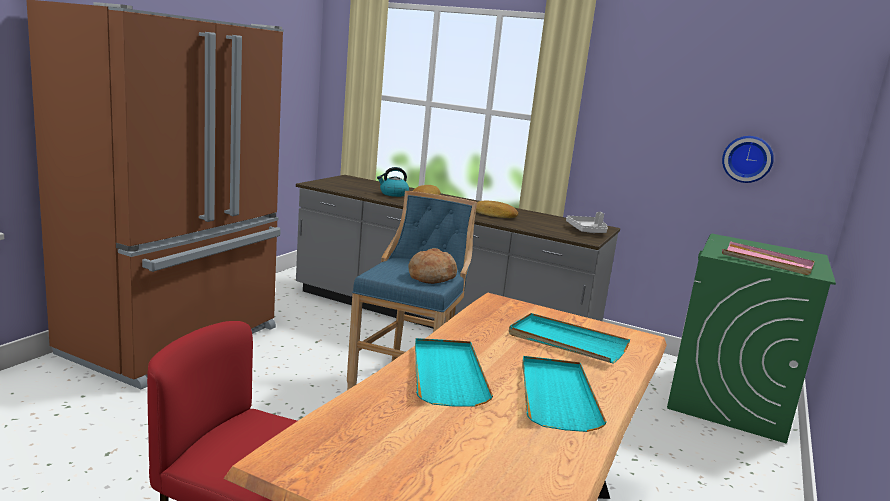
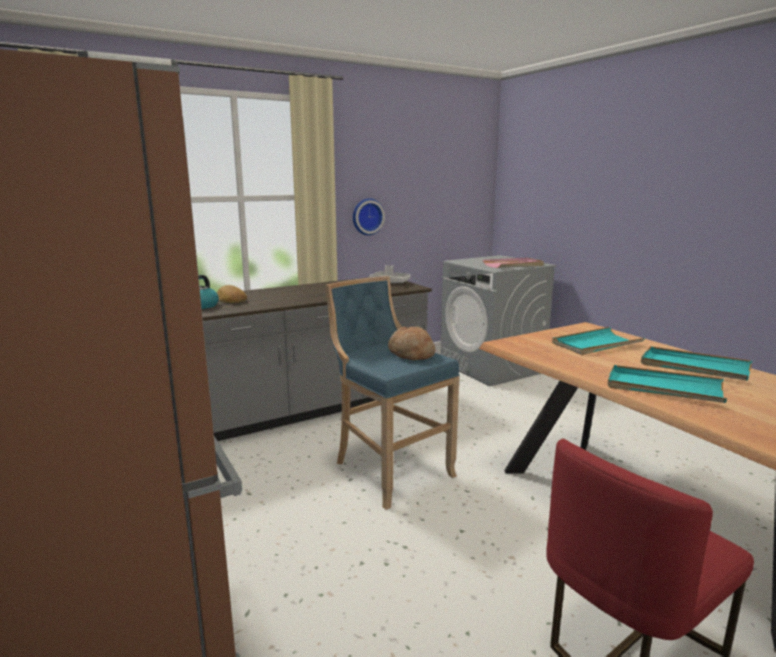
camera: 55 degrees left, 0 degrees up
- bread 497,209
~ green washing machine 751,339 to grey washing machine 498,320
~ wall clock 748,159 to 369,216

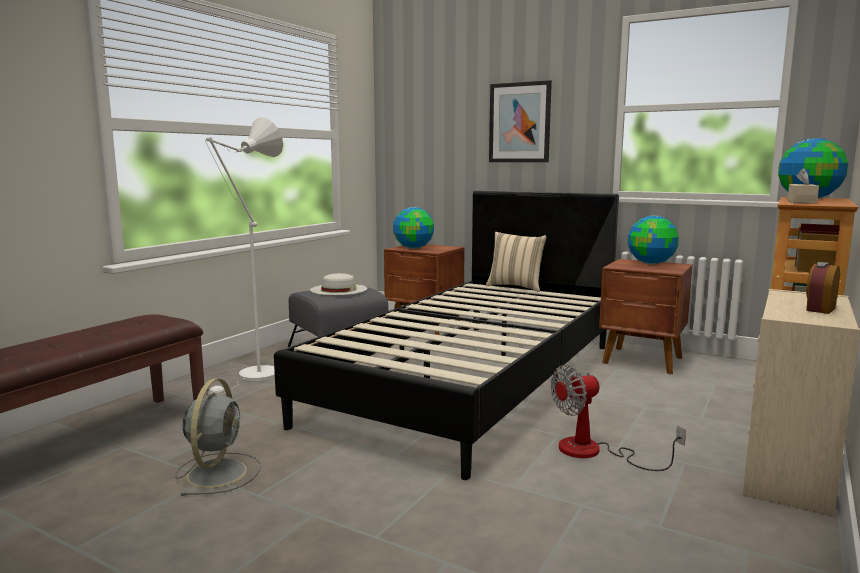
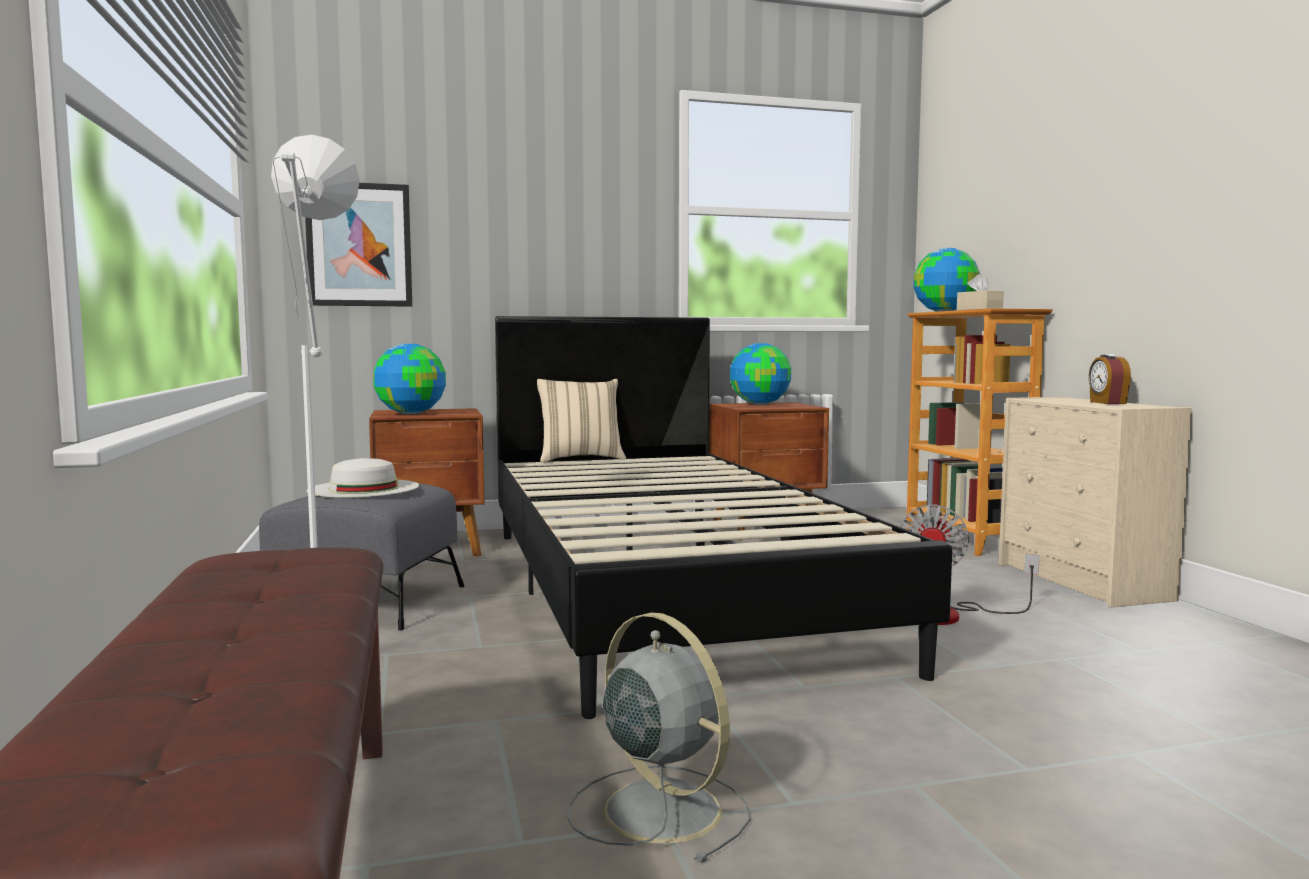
camera: 45 degrees left, 5 degrees down
~ picture 520,121 to 358,245

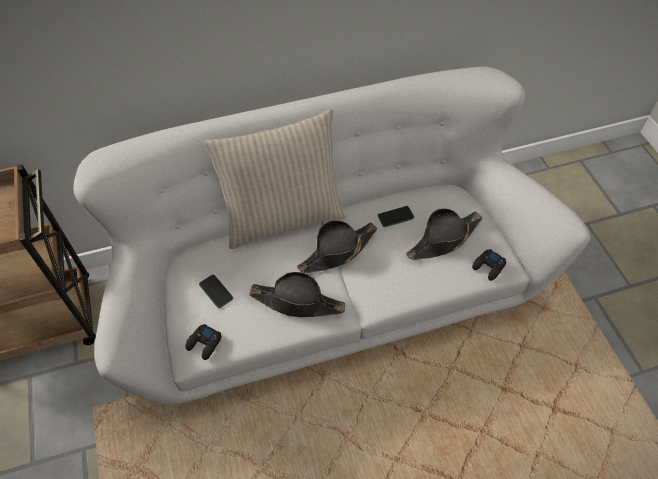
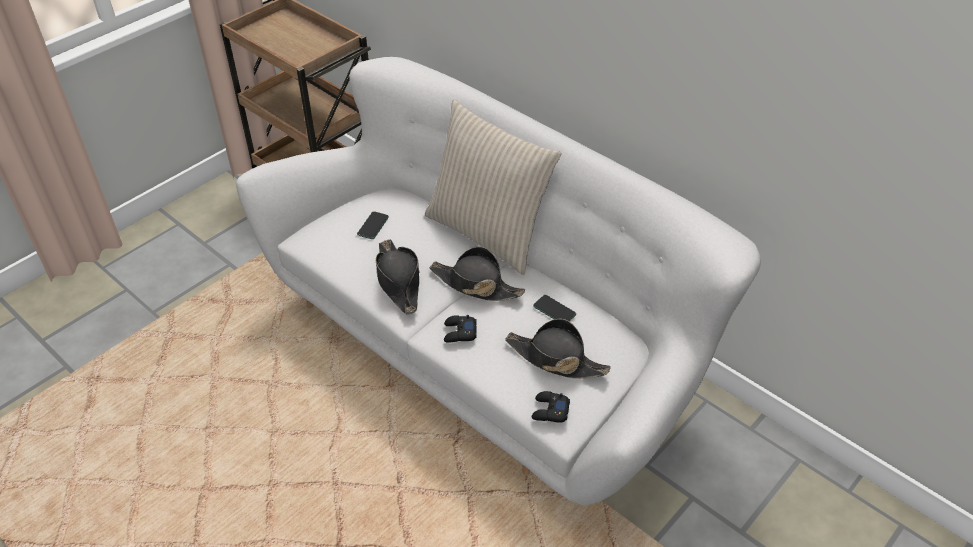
camera: 60 degrees right, 10 degrees down
~ black game controller 203,342 to 460,329

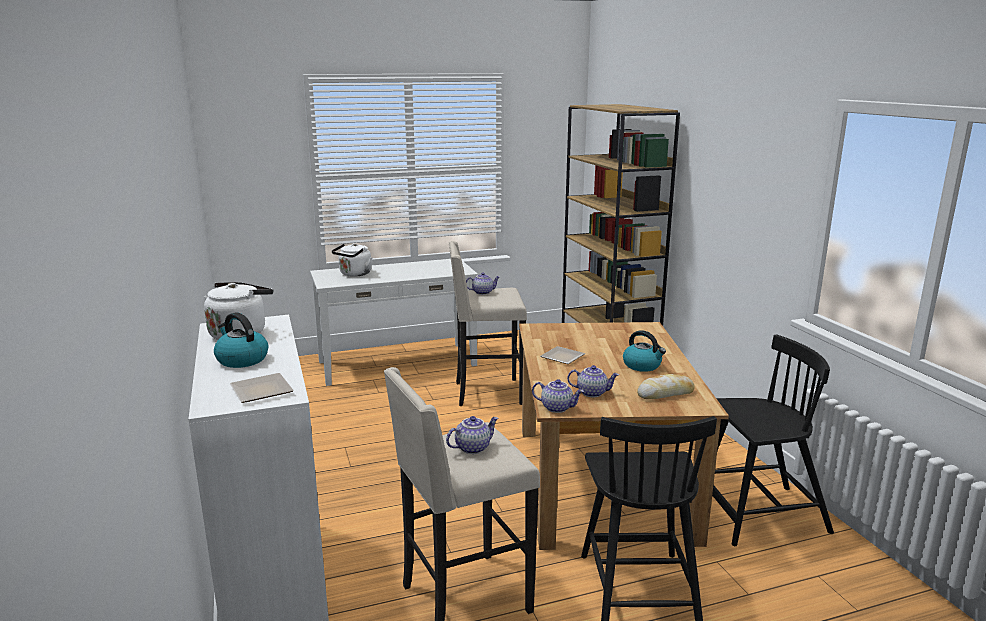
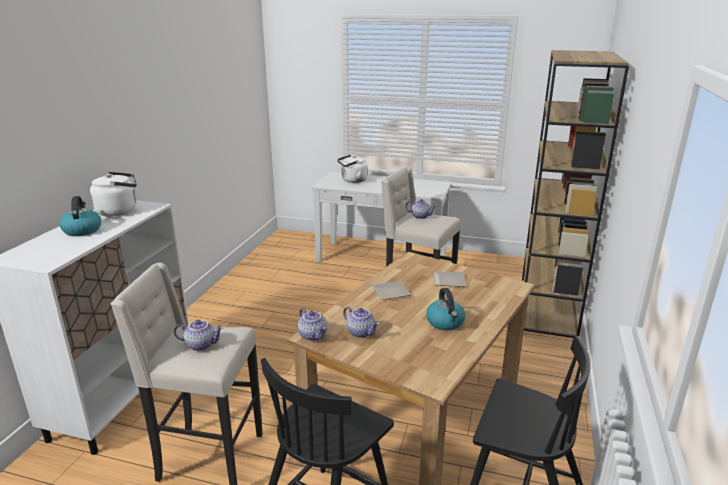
camera: 35 degrees right, 5 degrees up
~ plate 262,388 to 450,279
- bread 666,386

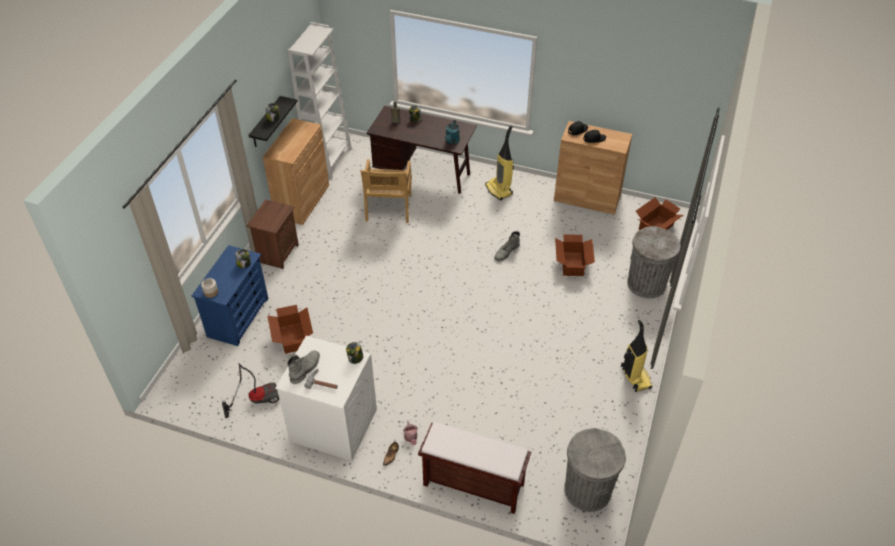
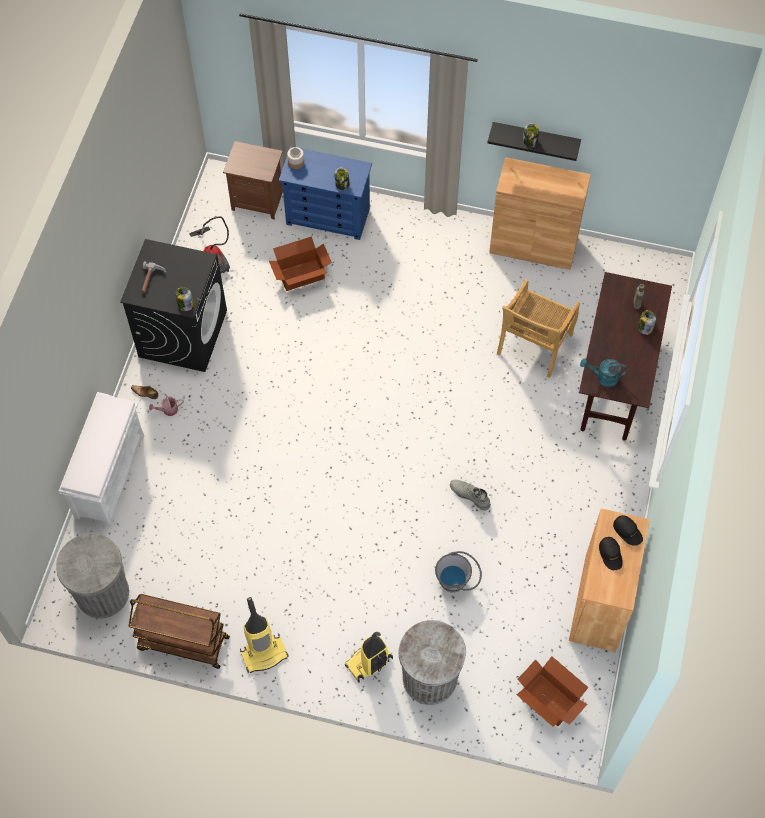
camera: 85 degrees right, 15 degrees up
~ brown nightstand 273,234 to 253,180
~ white washing machine 326,398 to black washing machine 173,305
- grey boot 303,367
- white bookcase 320,100
~ beige chair 386,191 = 538,328 60 degrees counterclockwise
~ brown bench 474,468 to white bench 101,459
~ vacuum cleaner 499,162 to 369,657
~ cardboard box 575,255 to grey bucket 458,572
+ brown cart 179,631

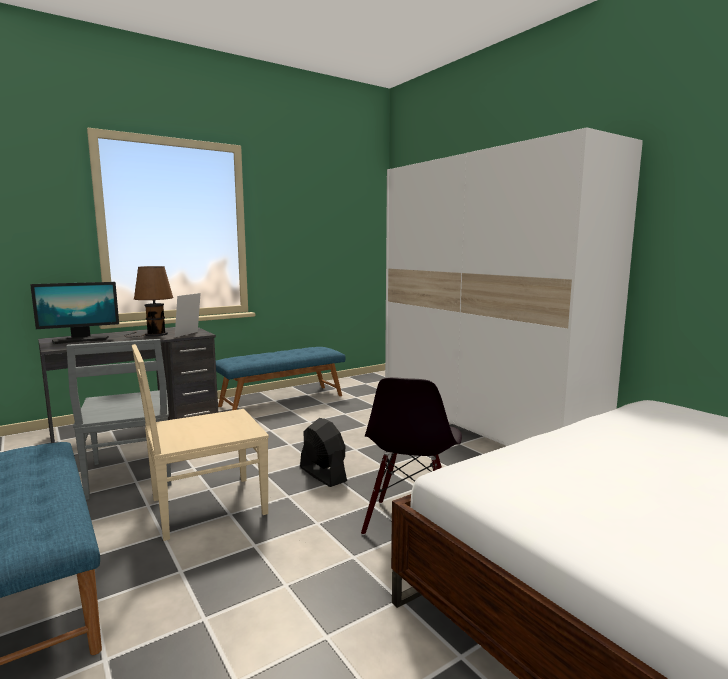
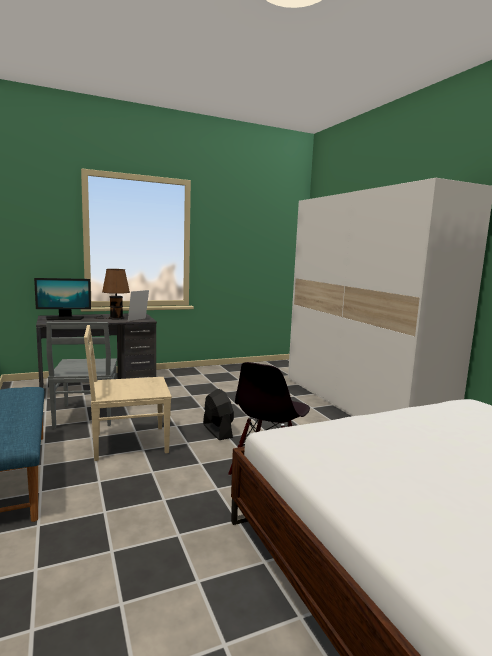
camera: 10 degrees right, 0 degrees up
- blue bench 281,378

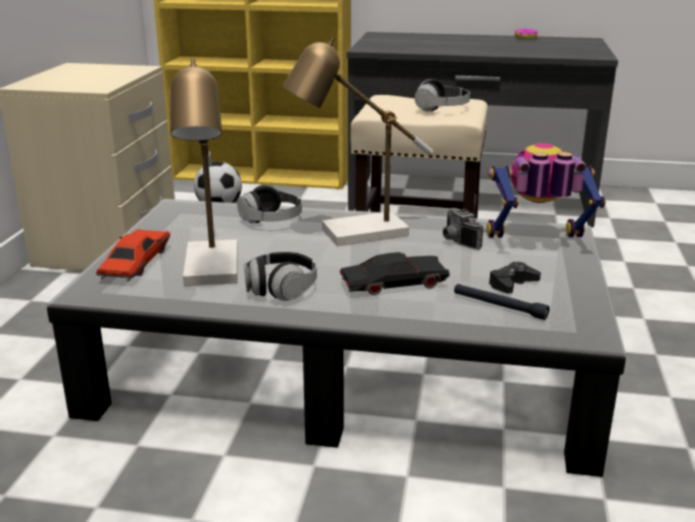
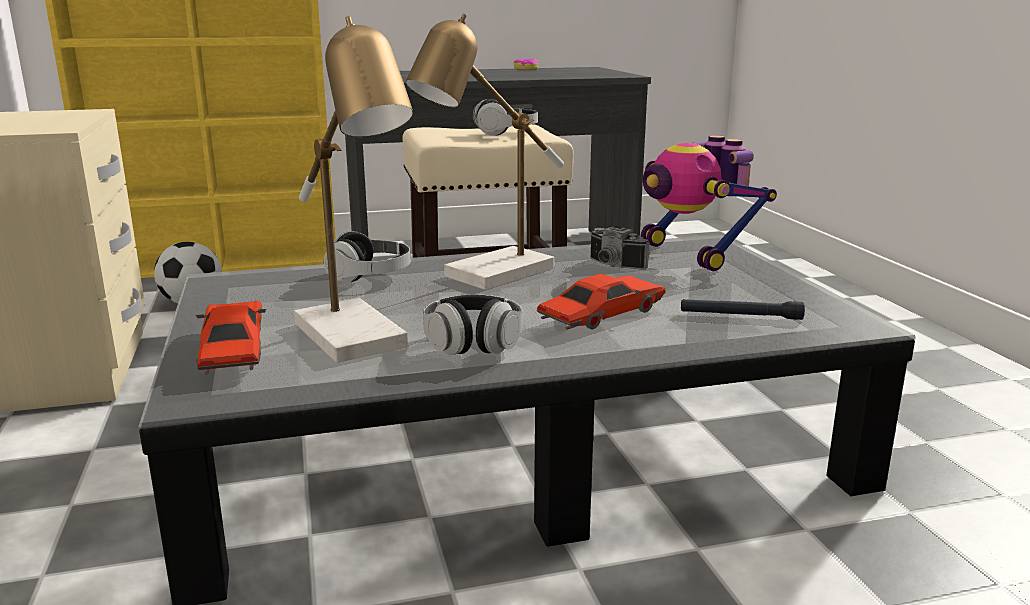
camera: 25 degrees left, 5 degrees down
~ black toy car 395,273 to red toy car 601,302
~ toy robot 546,190 = 709,203 90 degrees counterclockwise
- black game controller 515,278

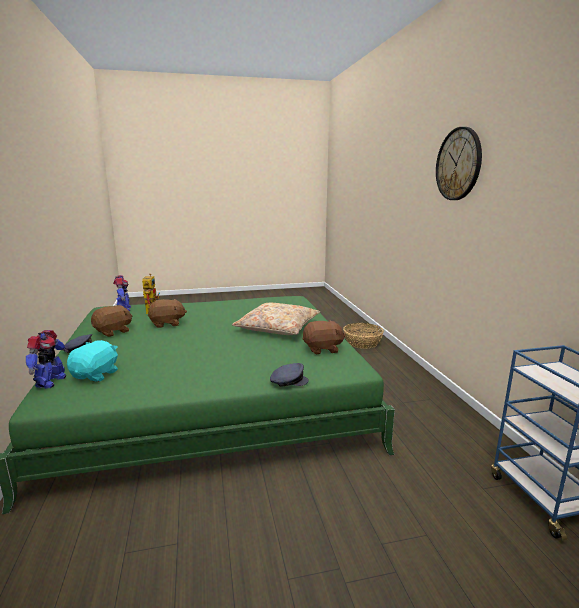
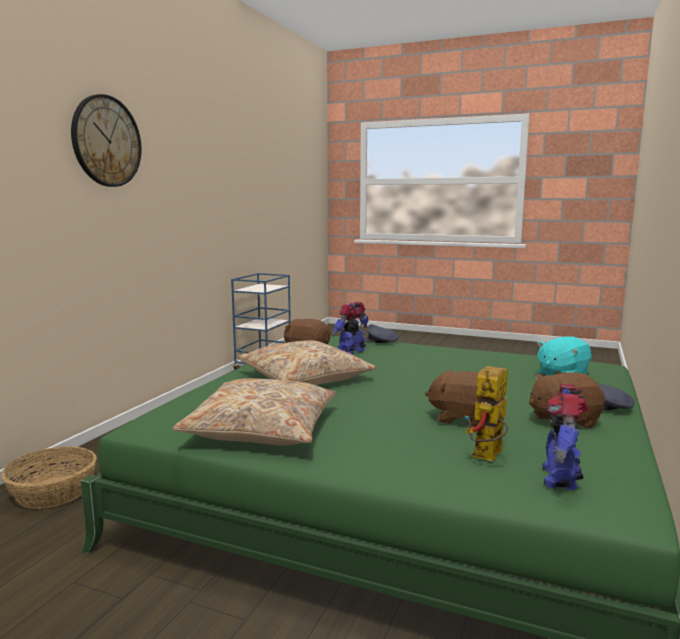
camera: 145 degrees left, 5 degrees down
~ toy robot 47,359 to 350,328
+ beige pillow 254,412

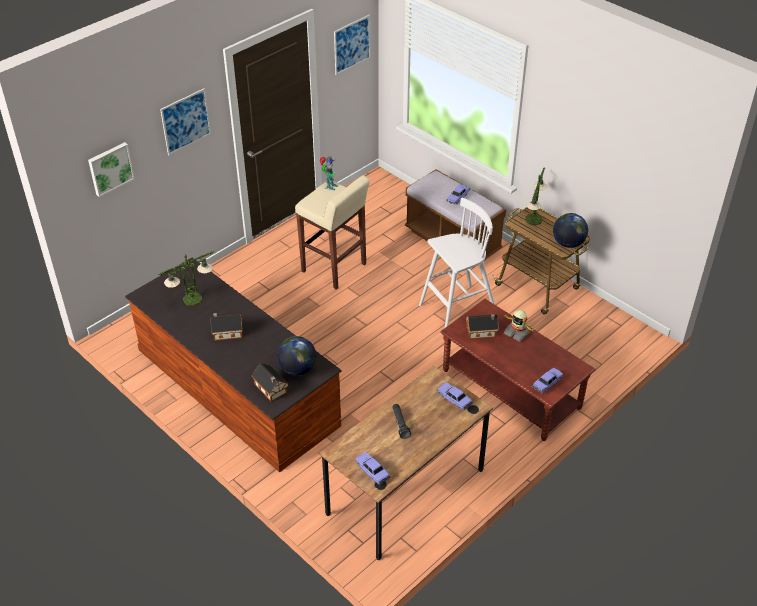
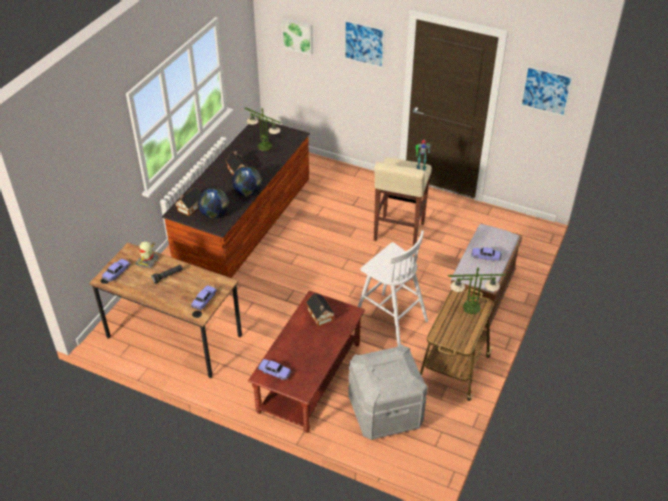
camera: 70 degrees right, 0 degrees up
~ toy robot 519,326 to 147,255
~ globe 570,230 to 247,181
+ grey storage box 388,392

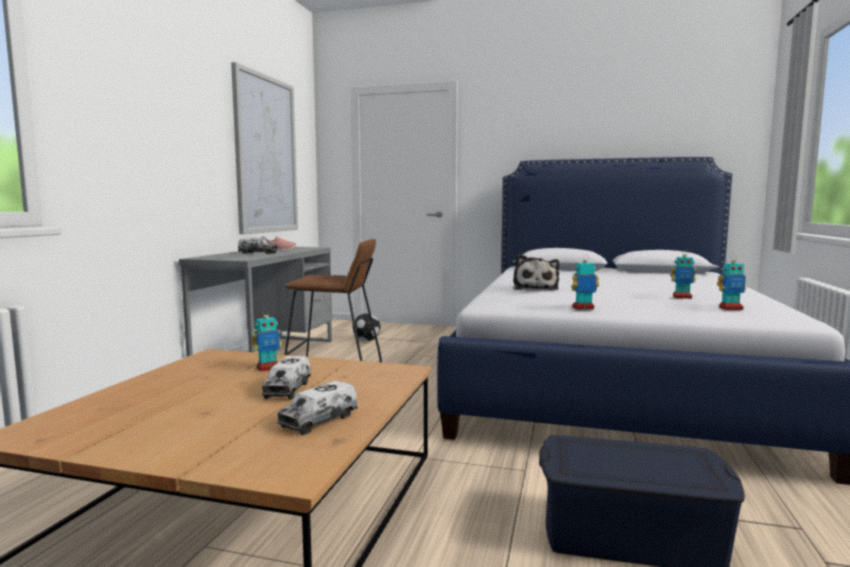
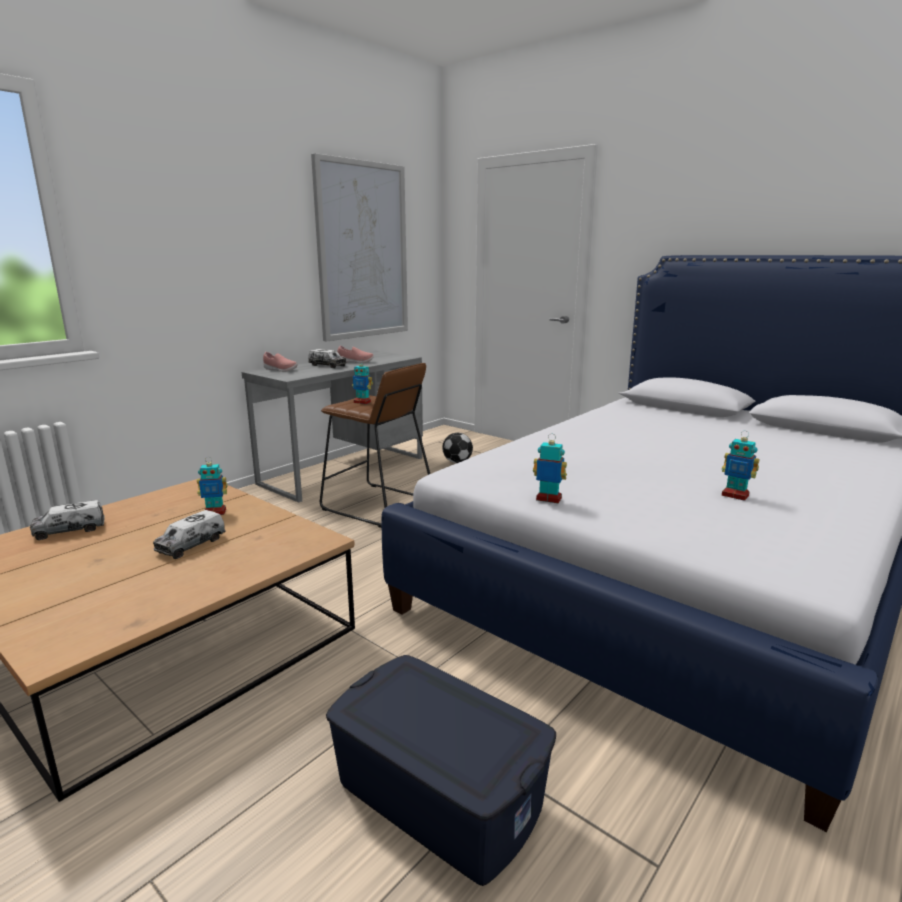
camera: 25 degrees right, 10 degrees up
~ toy truck 317,408 to 67,520
- plush toy 536,272
~ toy robot 732,284 to 362,382
+ pink shoe 280,362

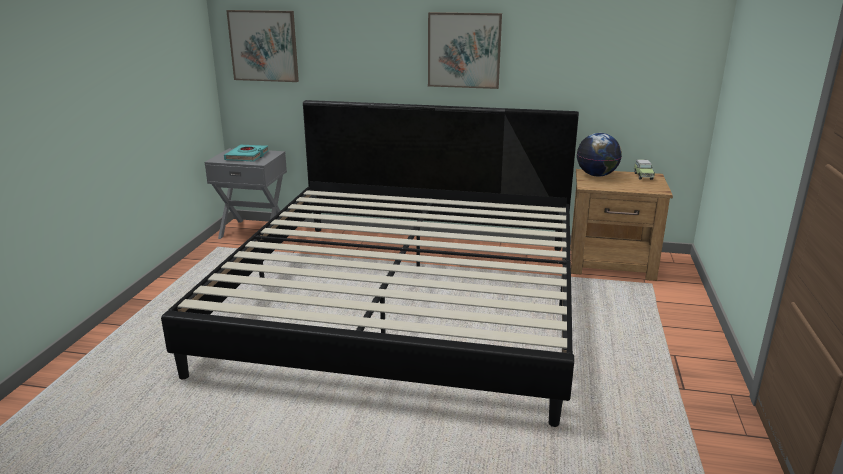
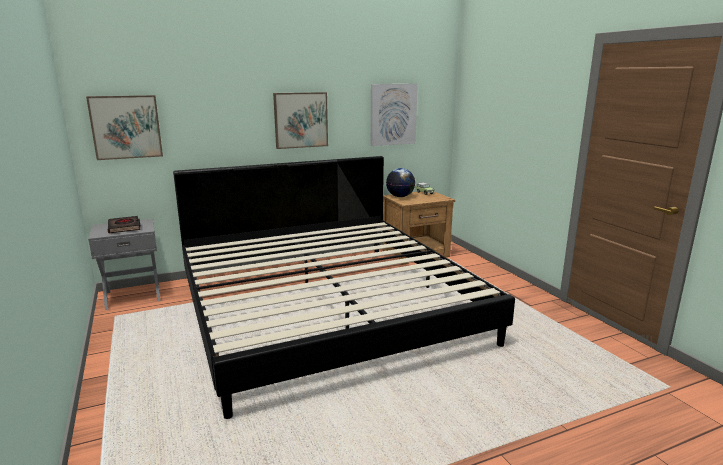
camera: 35 degrees left, 5 degrees down
~ turquoise book 246,153 to black book 123,224
+ picture 394,115

